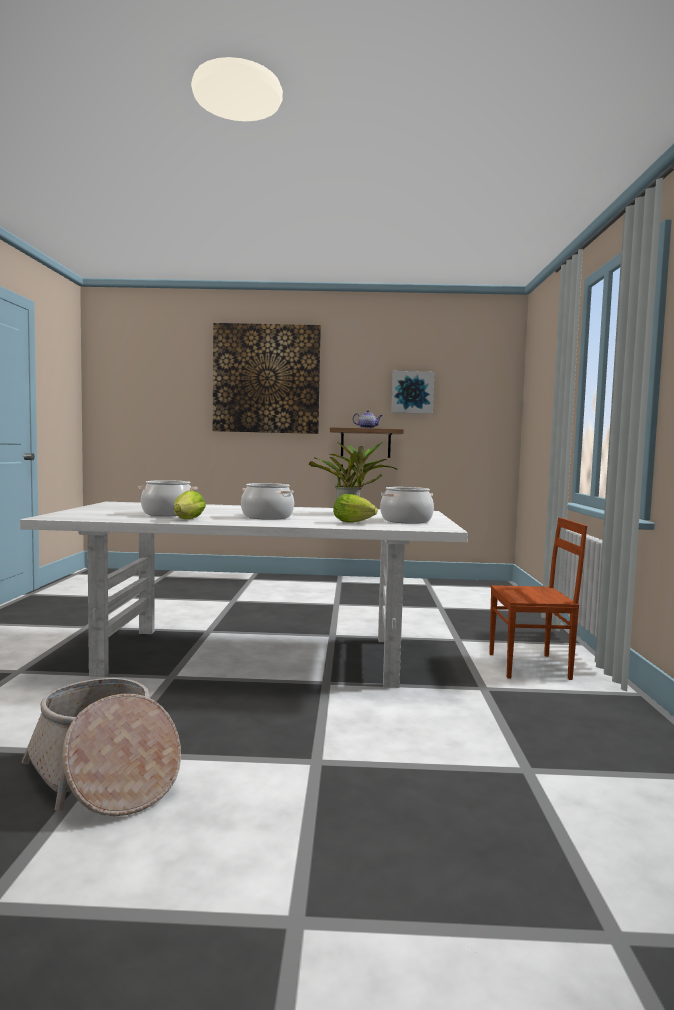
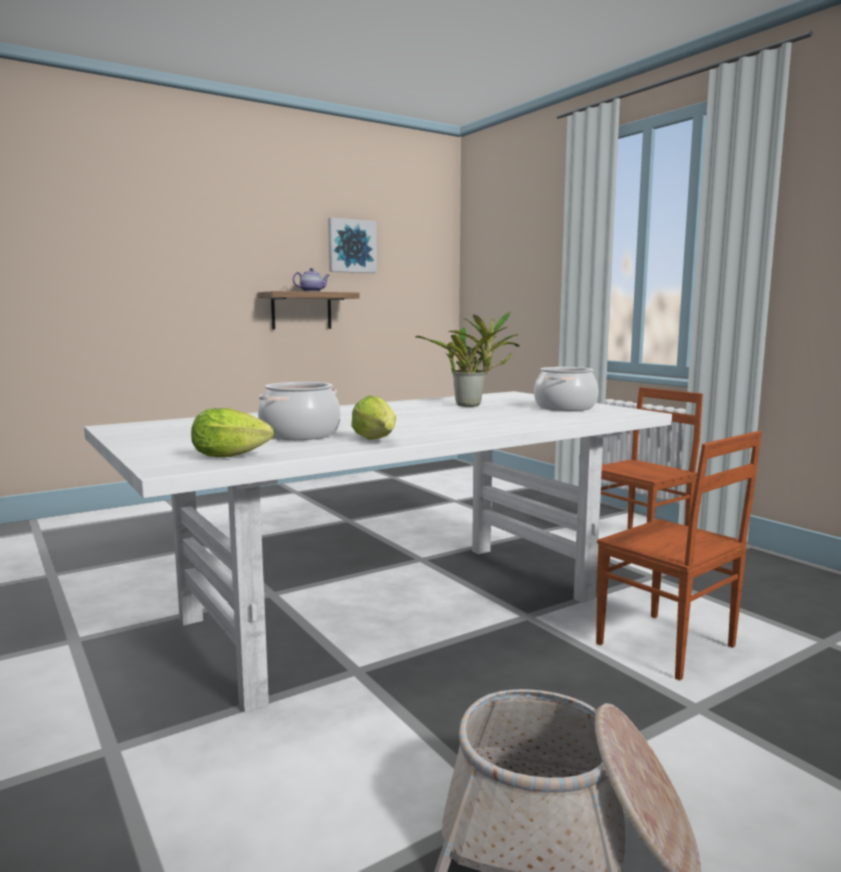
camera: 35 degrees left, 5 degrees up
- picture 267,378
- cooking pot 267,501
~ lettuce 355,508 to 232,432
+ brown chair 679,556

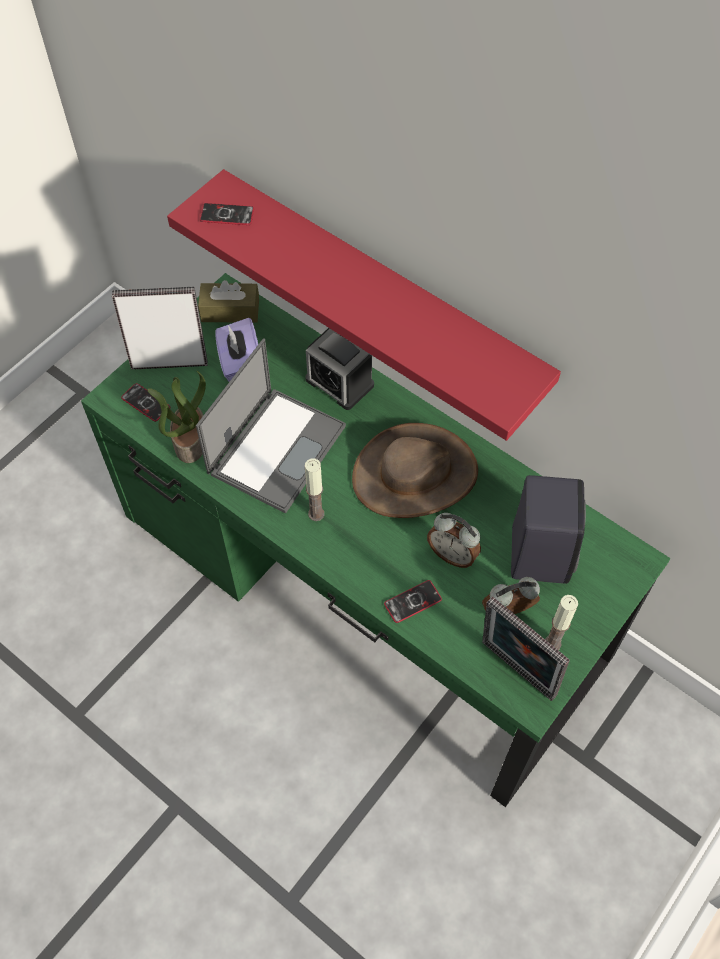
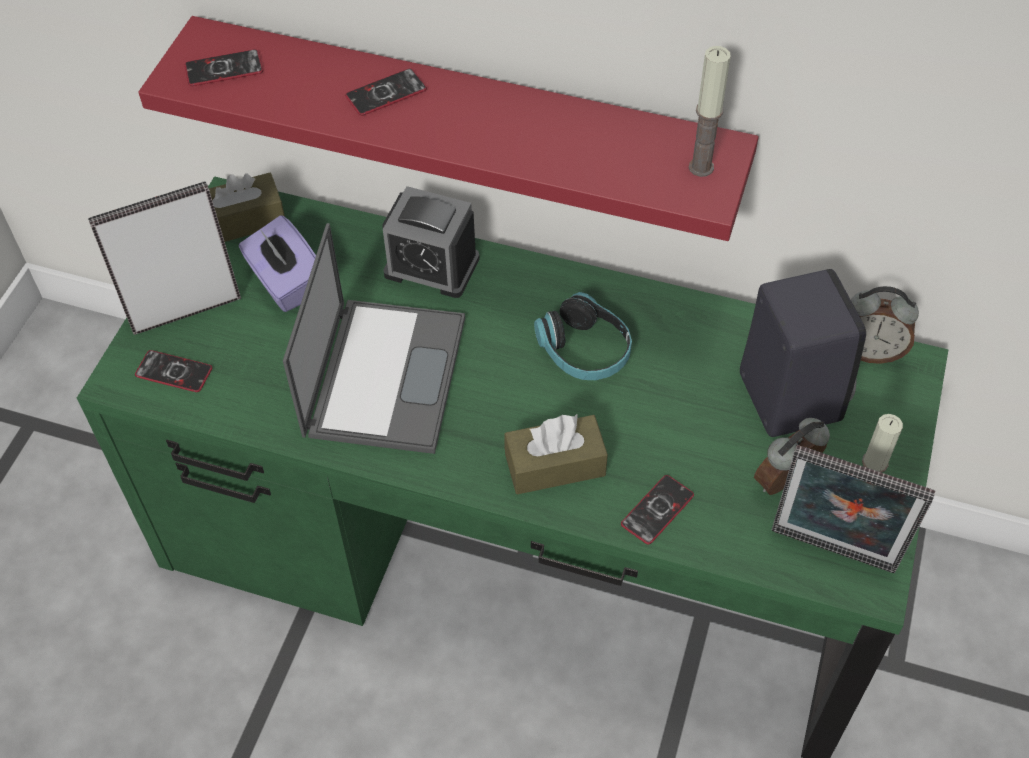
camera: 20 degrees left, 5 degrees down
- potted plant 177,417
~ candle 314,489 to 710,111
~ brown hat 415,470 to headphones 583,336
~ alarm clock 454,540 to 885,325
+ phone 386,92
+ brown tissue box 556,454

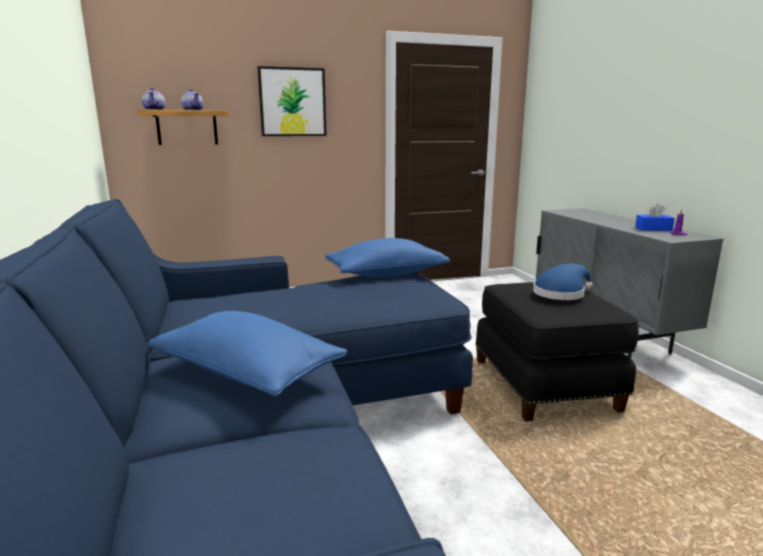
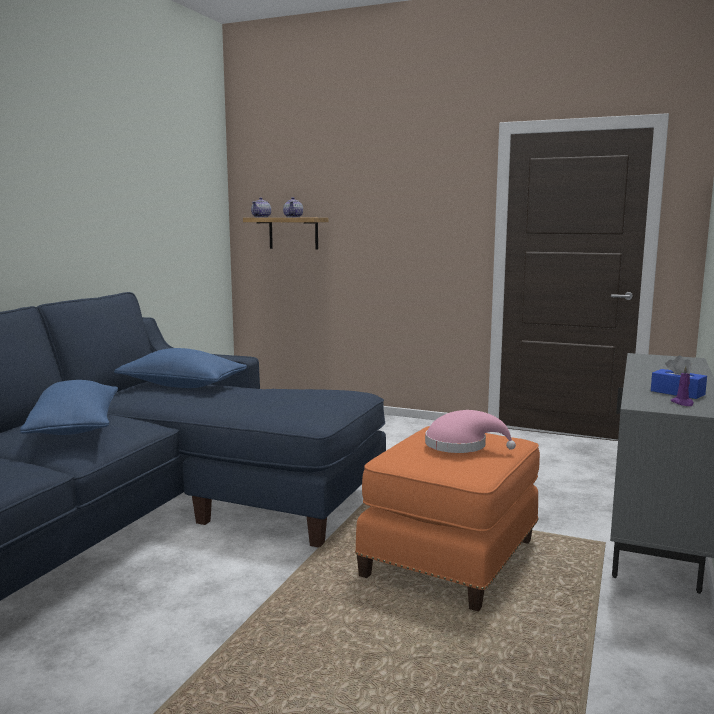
camera: 40 degrees right, 5 degrees down
- picture 292,101
~ blue pillow 387,258 to 180,368
~ black ottoman 557,351 to orange ottoman 447,519
~ blue hat 563,281 to pink hat 470,431

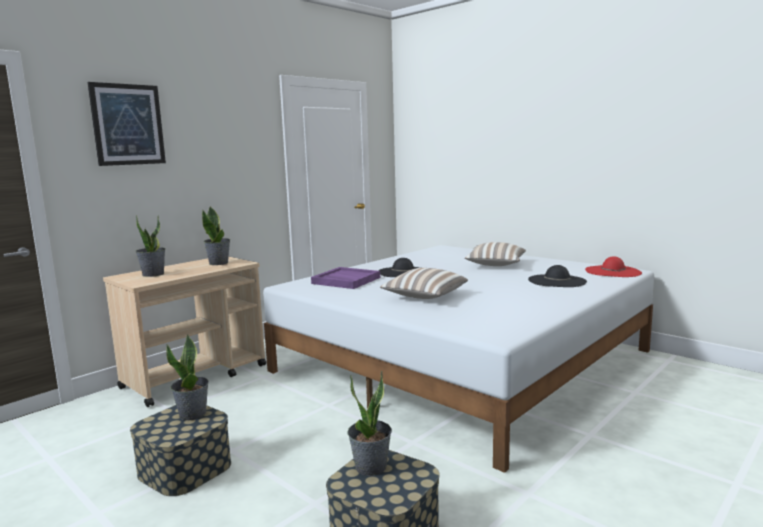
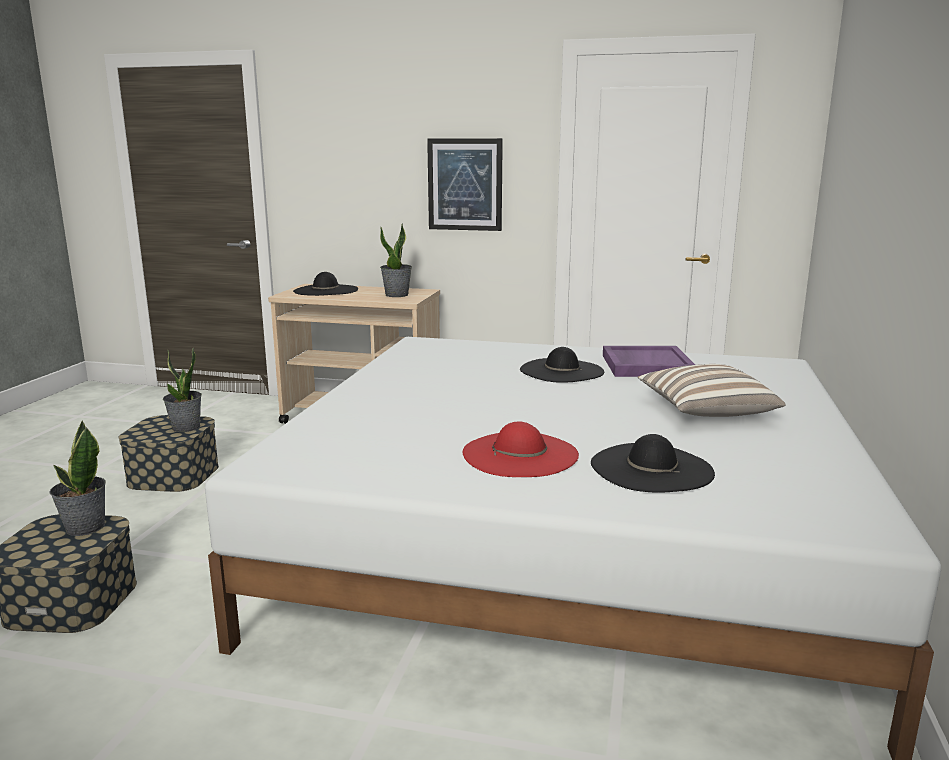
camera: 60 degrees right, 5 degrees up
~ picture 126,124 to 465,184
~ potted plant 150,246 to black hat 325,284
~ purple tray 345,278 to 649,361
- pillow 424,283
~ red hat 613,266 to 521,449

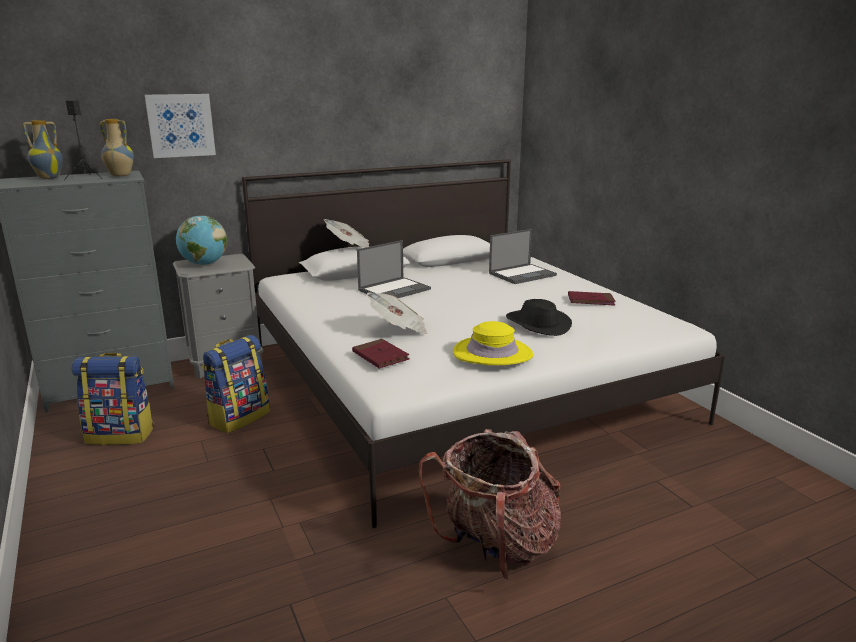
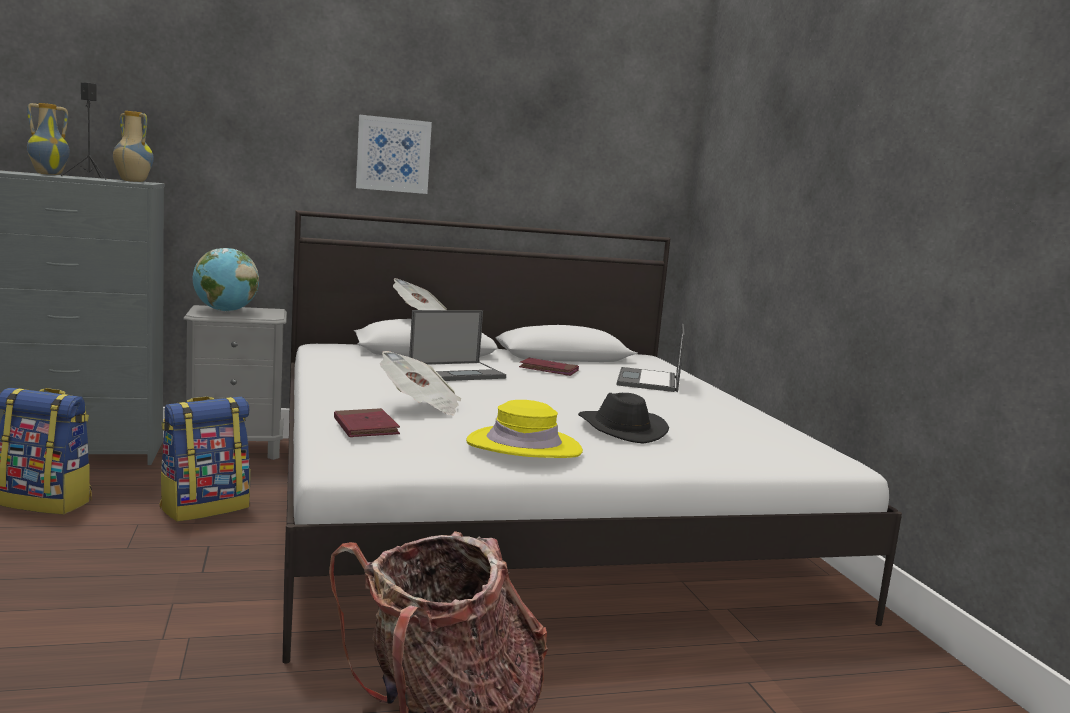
camera: 10 degrees right, 10 degrees down
~ picture 180,126 to 394,154
~ laptop 523,256 = 651,358 120 degrees clockwise
~ red book 592,298 to 549,367

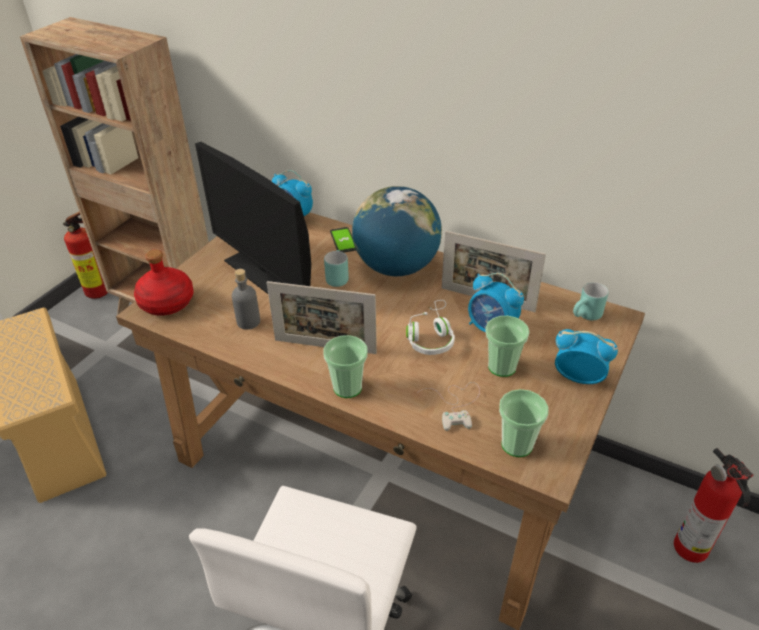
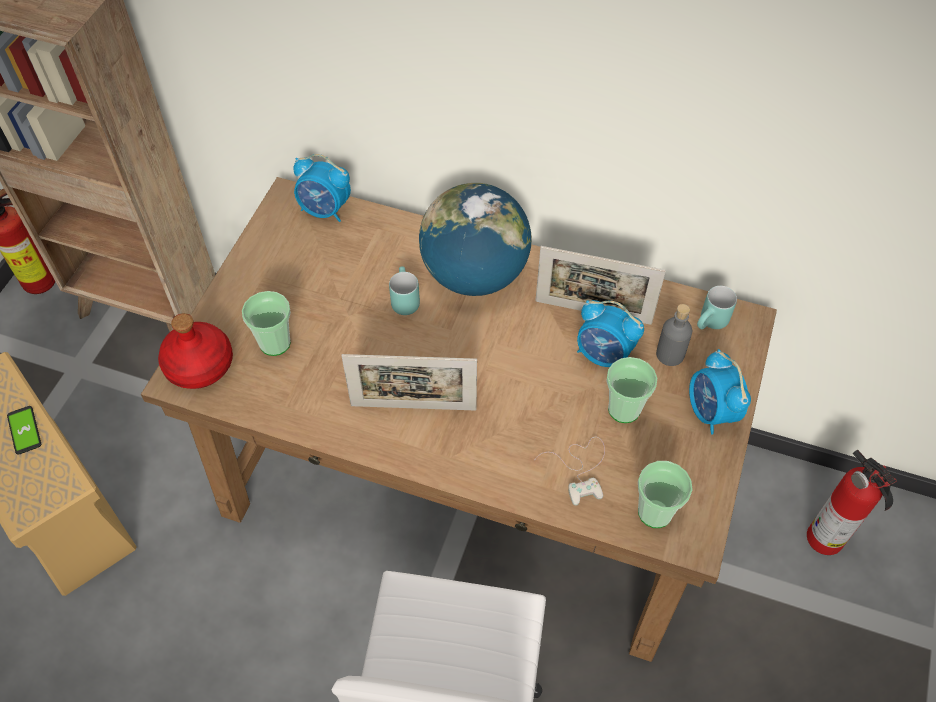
camera: 10 degrees left, 15 degrees up
- monitor 253,218
~ grey bottle 246,299 to 674,335
~ cup 346,366 to 266,323
~ phone 343,240 to 24,430
- white headphones 430,327
~ alarm clock 586,356 = 720,392 120 degrees counterclockwise

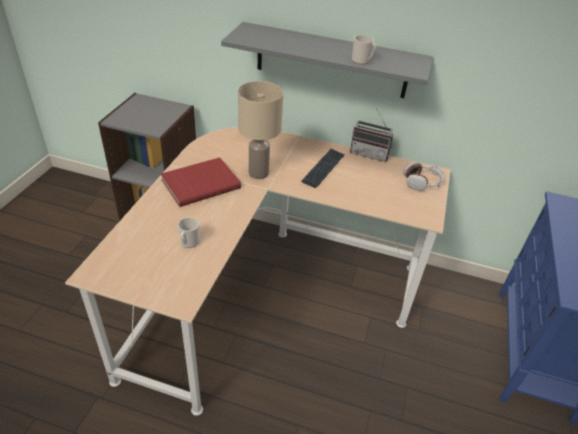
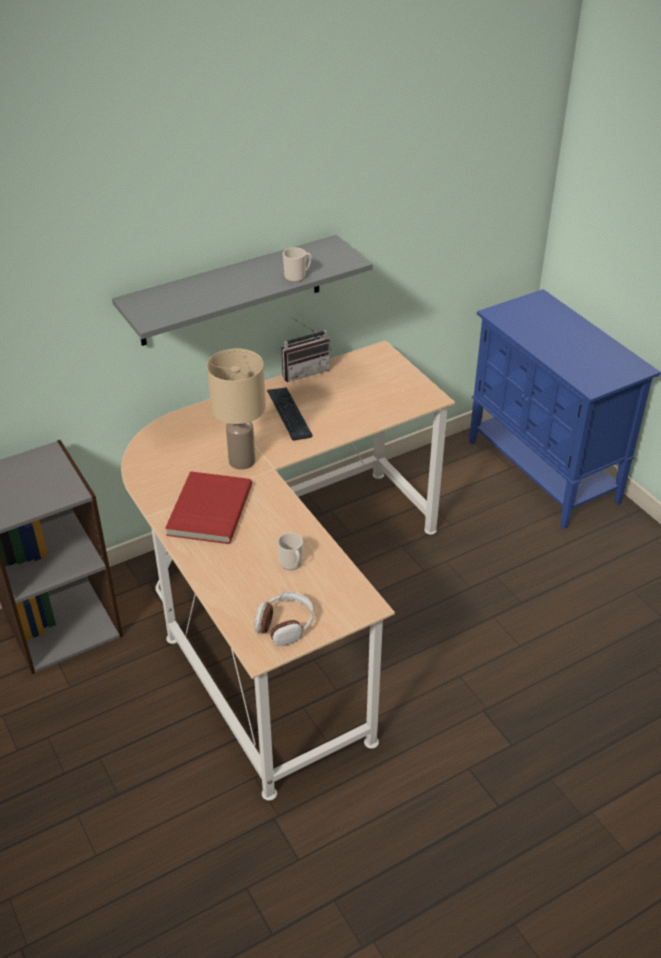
camera: 45 degrees left, 0 degrees up
~ headphones 424,176 to 284,618

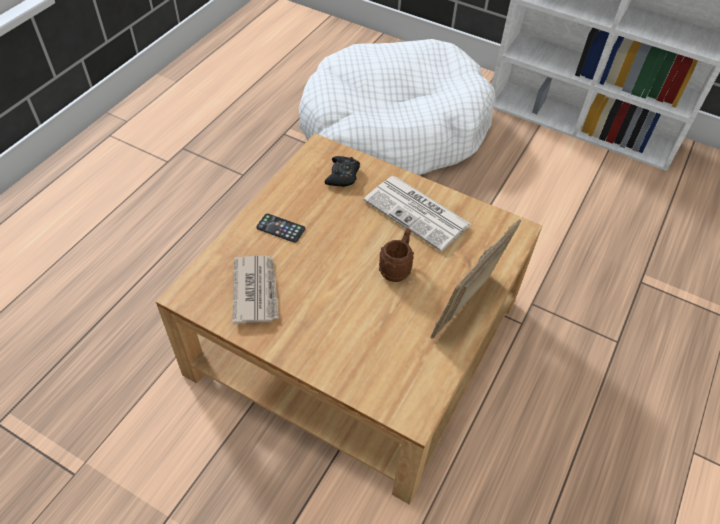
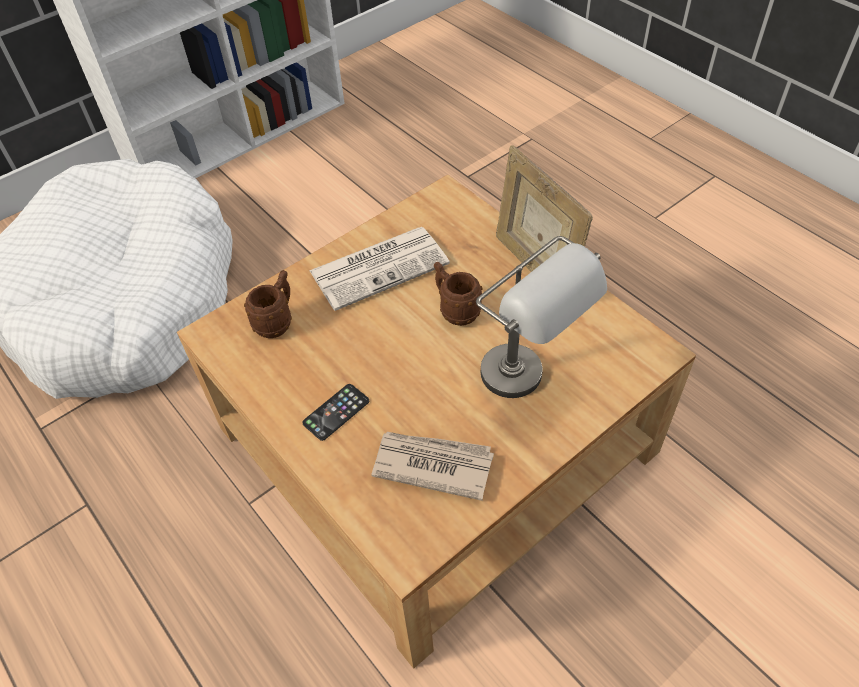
camera: 65 degrees left, 0 degrees up
~ black game controller 342,171 to brown mug 268,304
+ grey table lamp 541,317

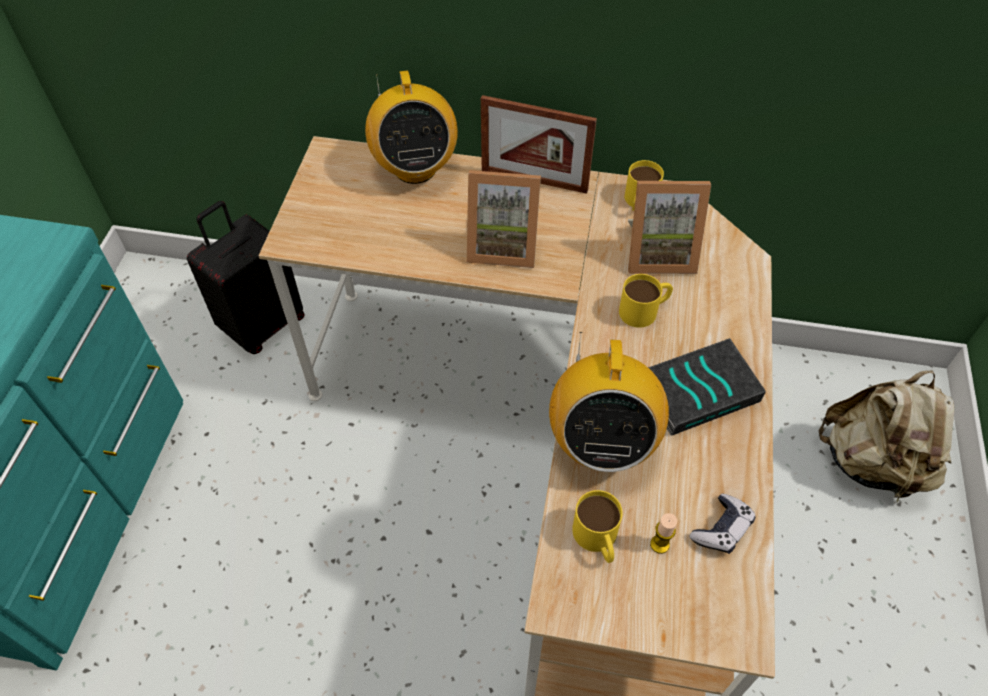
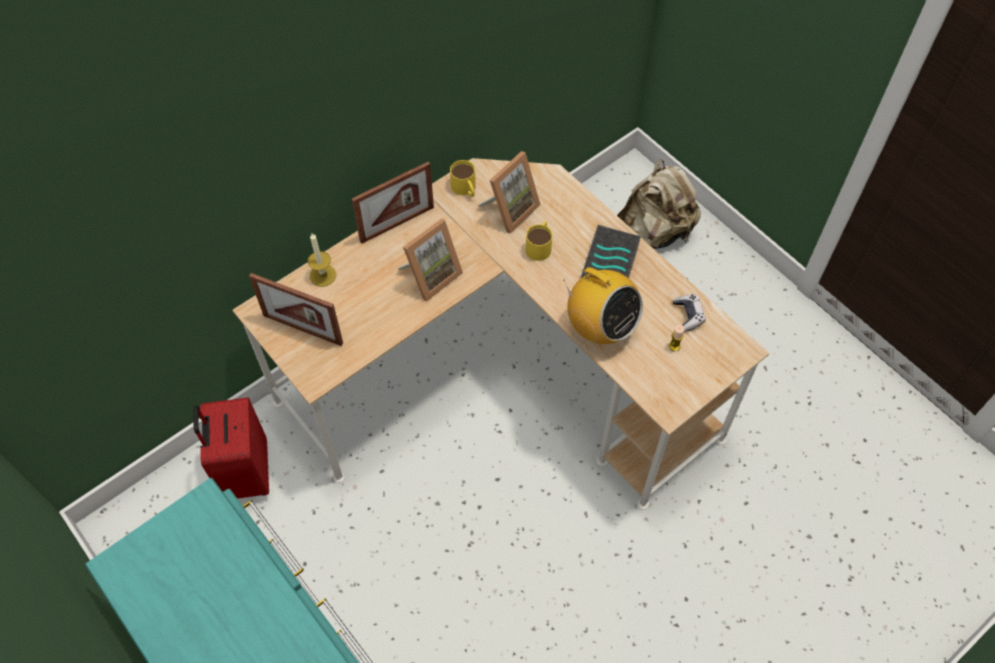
camera: 50 degrees left, 5 degrees up
~ black suitcase 246,277 to red suitcase 231,448
~ radio 411,127 to candle 322,260
- yellow mug 597,526
+ picture frame 296,309

